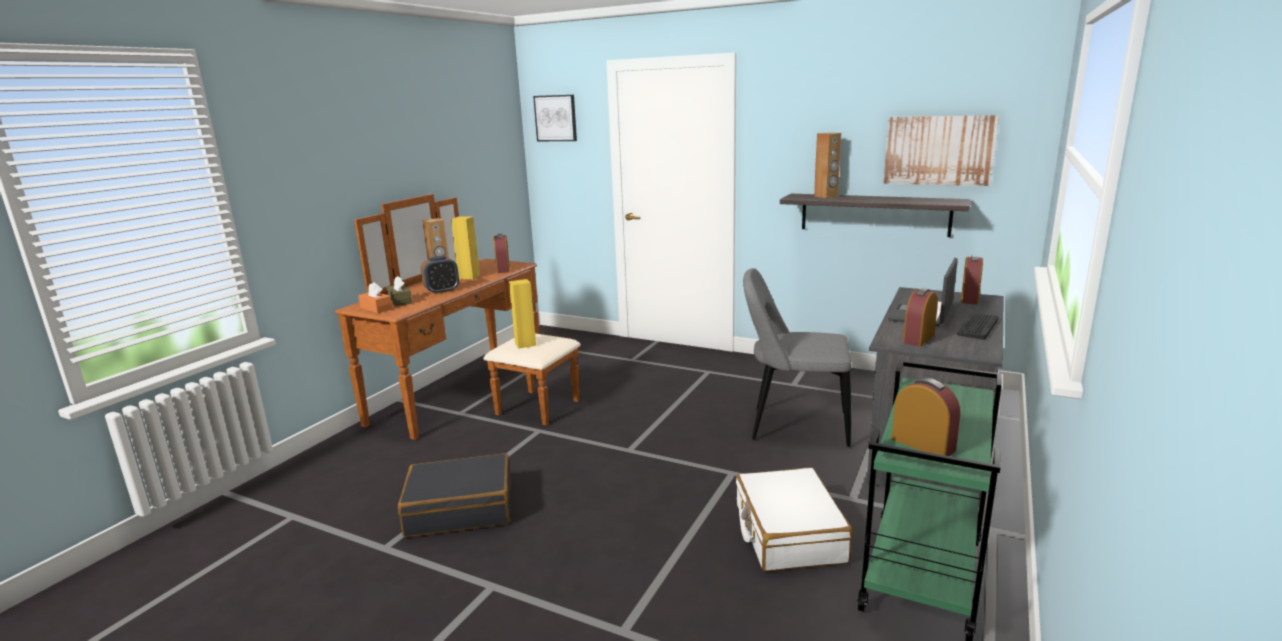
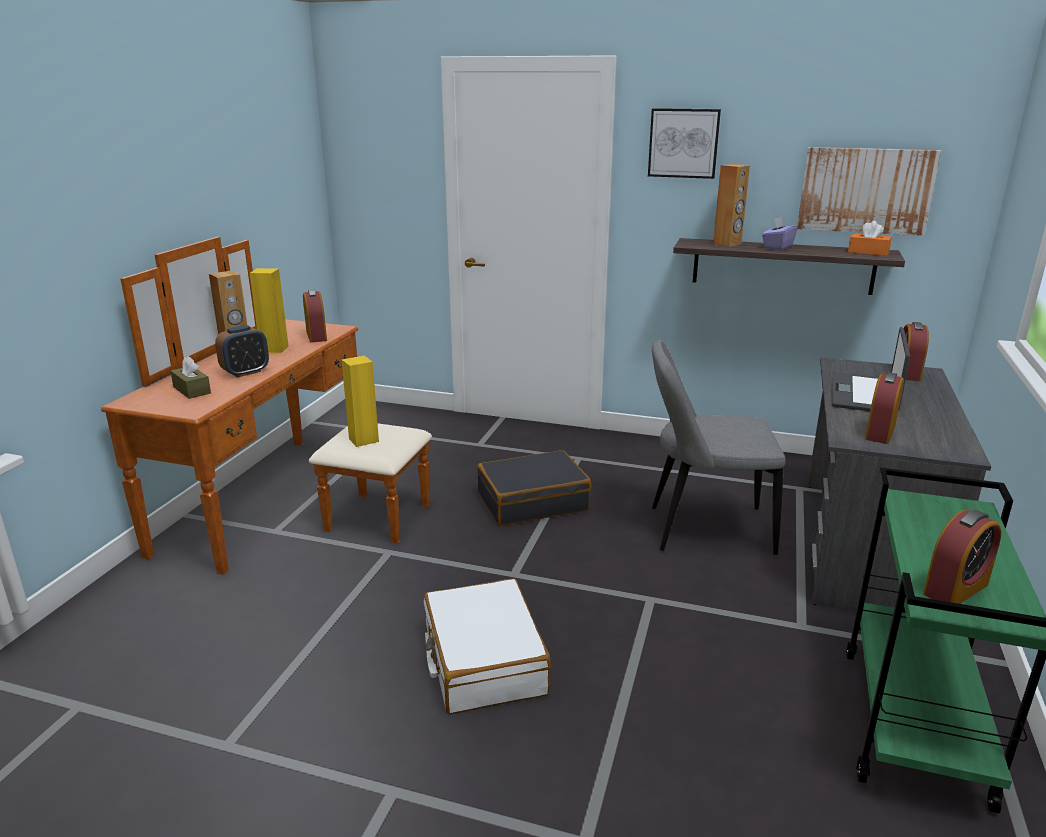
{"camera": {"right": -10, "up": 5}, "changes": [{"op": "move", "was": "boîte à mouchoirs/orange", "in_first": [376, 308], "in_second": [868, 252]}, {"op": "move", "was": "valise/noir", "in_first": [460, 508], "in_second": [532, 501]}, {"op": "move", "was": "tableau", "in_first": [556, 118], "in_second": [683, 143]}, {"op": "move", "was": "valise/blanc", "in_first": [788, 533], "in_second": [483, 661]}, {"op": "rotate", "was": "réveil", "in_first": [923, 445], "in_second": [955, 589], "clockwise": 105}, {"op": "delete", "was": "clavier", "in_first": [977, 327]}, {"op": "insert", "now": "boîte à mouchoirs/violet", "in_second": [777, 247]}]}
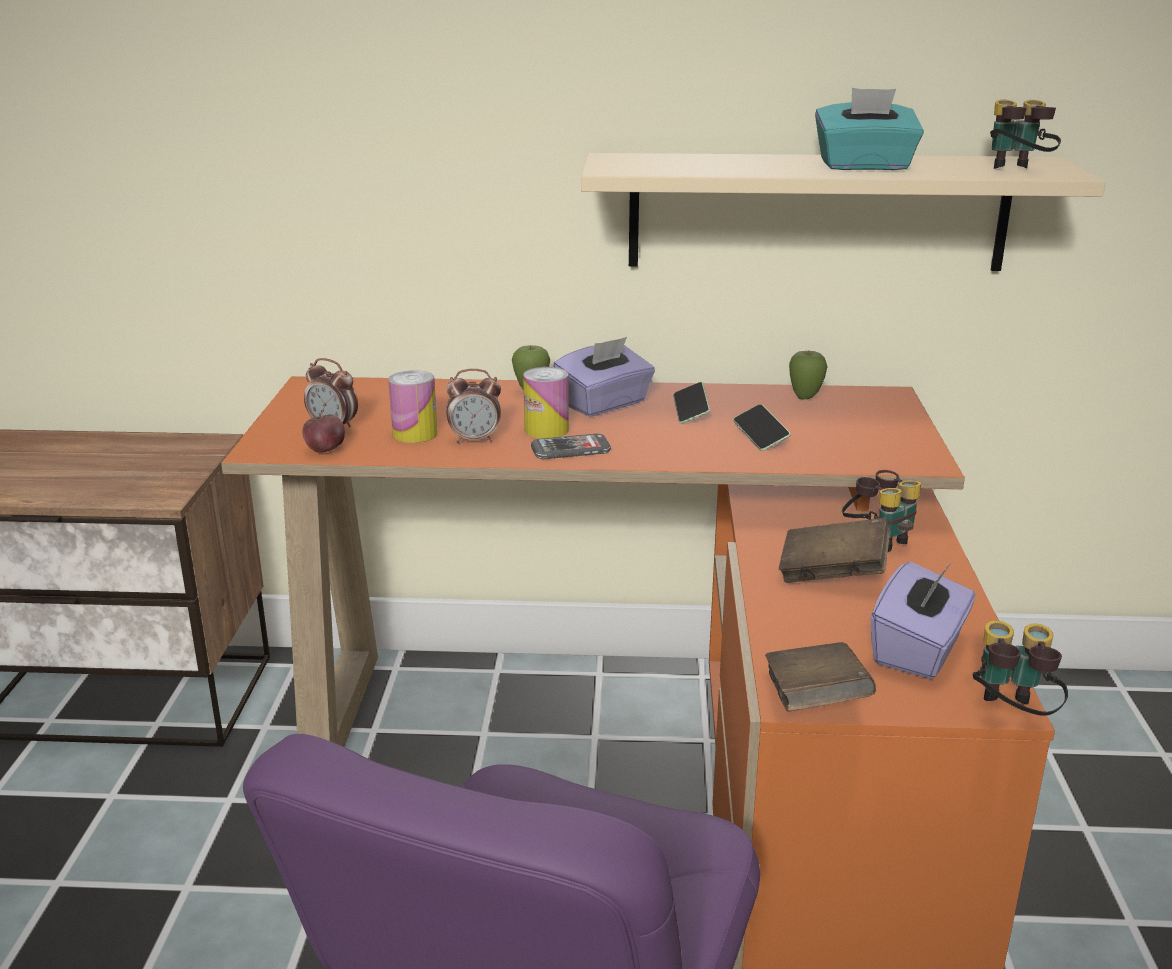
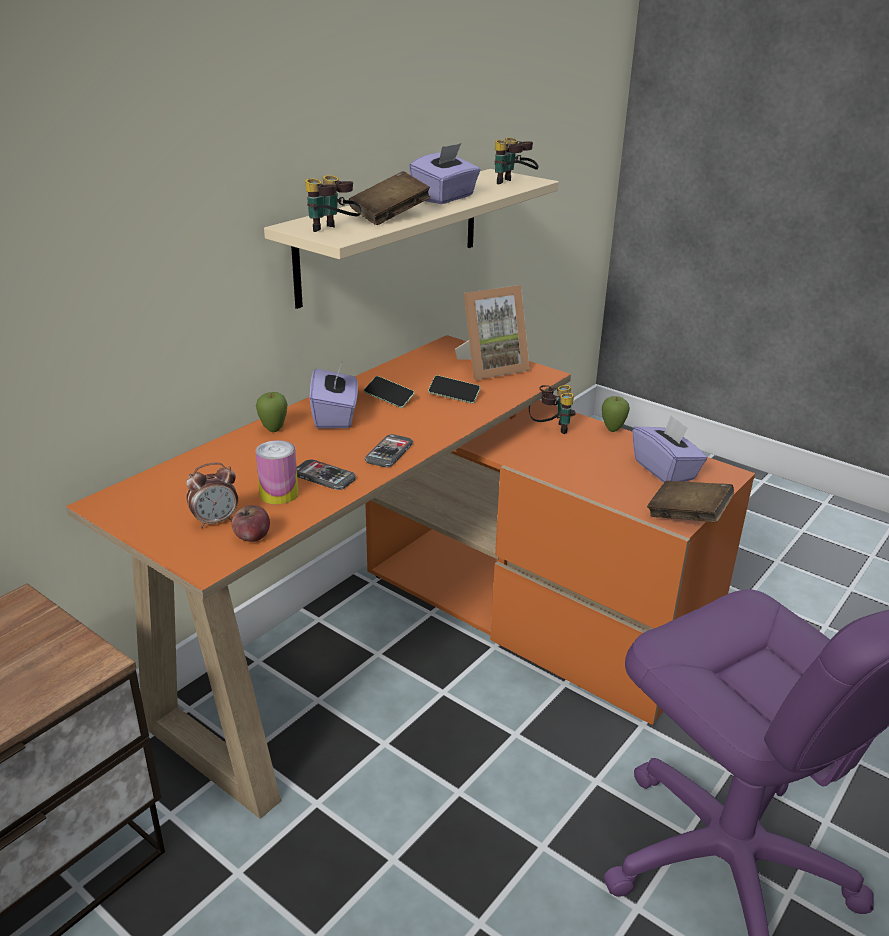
{"camera": {"right": -55, "up": 5}, "changes": [{"op": "replace", "was": "réveil", "now": "téléphone", "in_first": [475, 440], "in_second": [324, 477]}, {"op": "delete", "was": "boîte métallique", "in_first": [546, 430]}, {"op": "move", "was": "livre/marron", "in_first": [832, 574], "in_second": [390, 216]}, {"op": "move", "was": "pomme", "in_first": [805, 398], "in_second": [612, 430]}, {"op": "recolor", "was": "boîte à mouchoirs/turquoise", "now": "boîte à mouchoirs/violet", "in_first": [864, 166], "in_second": [445, 198]}, {"op": "move", "was": "jumelles", "in_first": [1009, 715], "in_second": [333, 232]}, {"op": "insert", "now": "cadre photo", "in_second": [491, 367]}]}
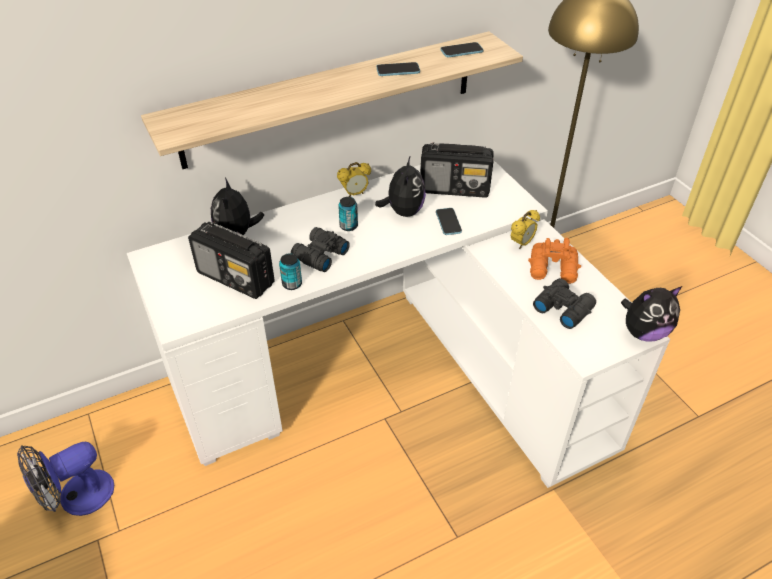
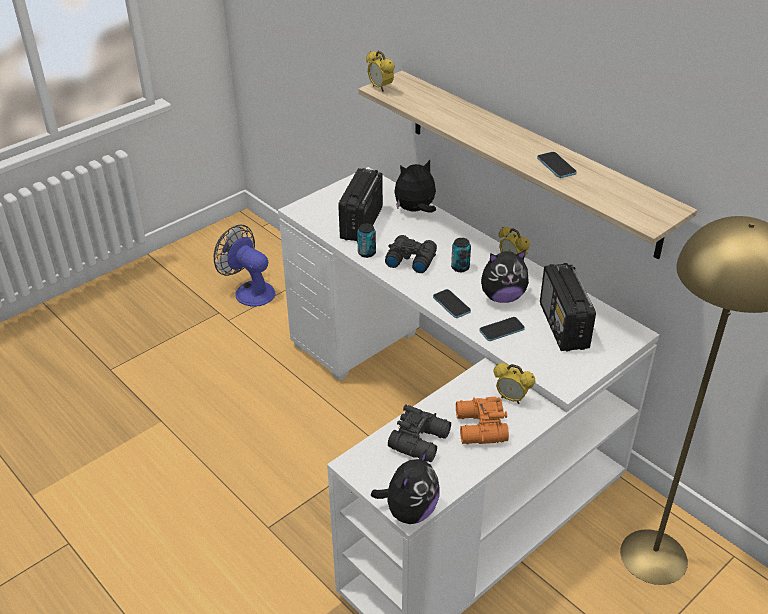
{"camera": {"right": 75, "up": -5}, "changes": [{"op": "move", "was": "téléphone", "in_first": [461, 51], "in_second": [451, 304]}, {"op": "rotate", "was": "peluche", "in_first": [643, 332], "in_second": [409, 511], "clockwise": -120}, {"op": "insert", "now": "réveil", "in_second": [380, 88]}]}
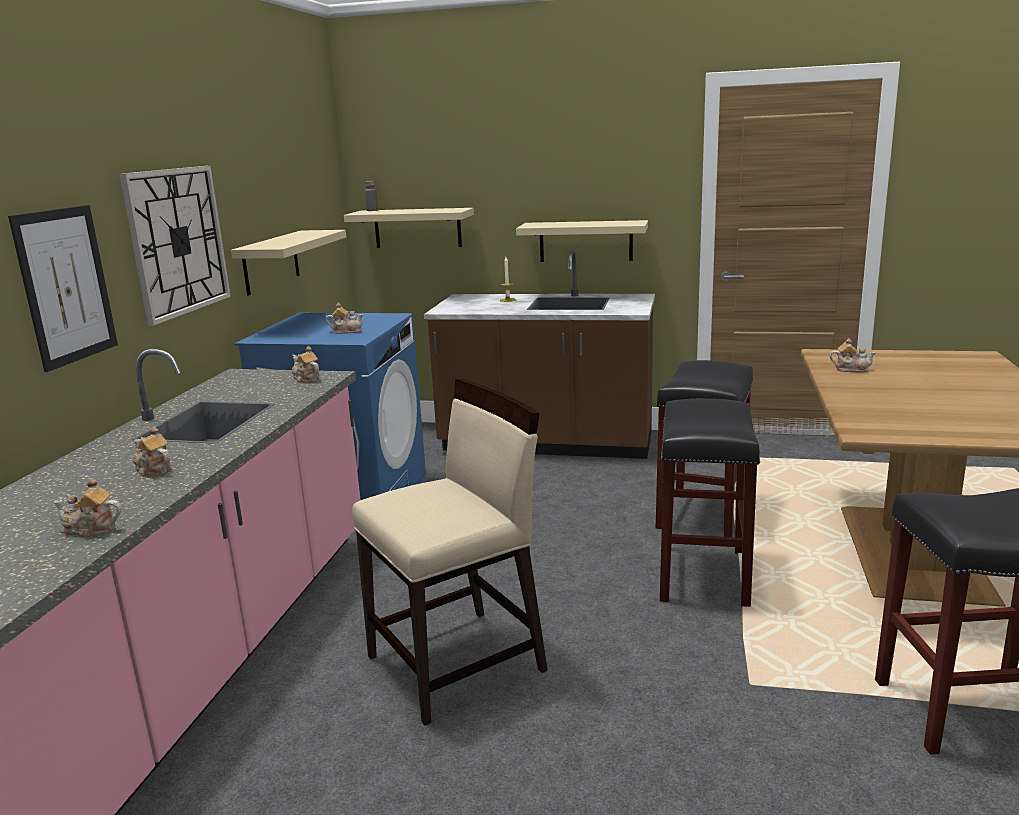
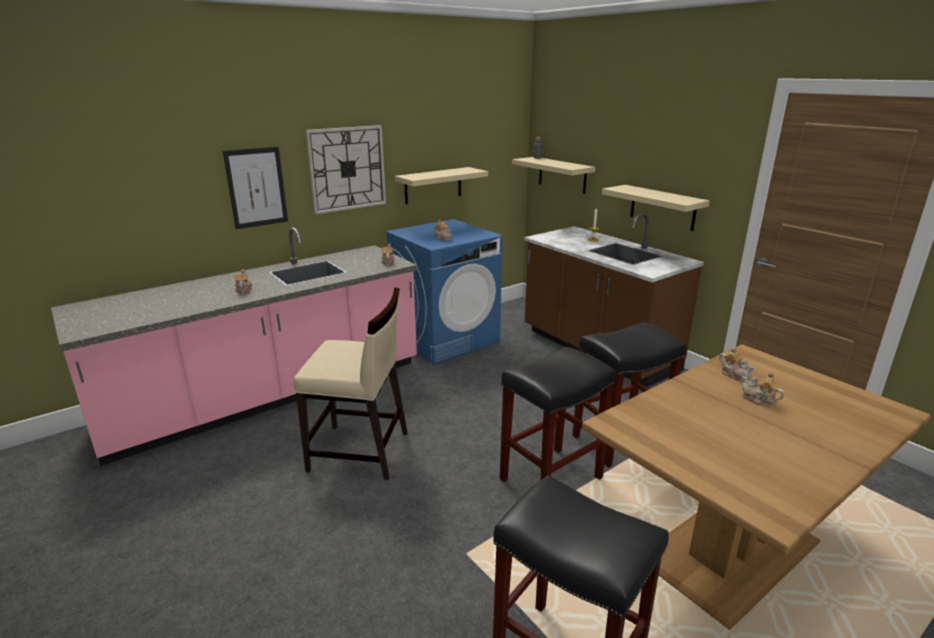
{"camera": {"right": 40, "up": 5}, "changes": [{"op": "move", "was": "théière", "in_first": [91, 529], "in_second": [758, 399]}]}
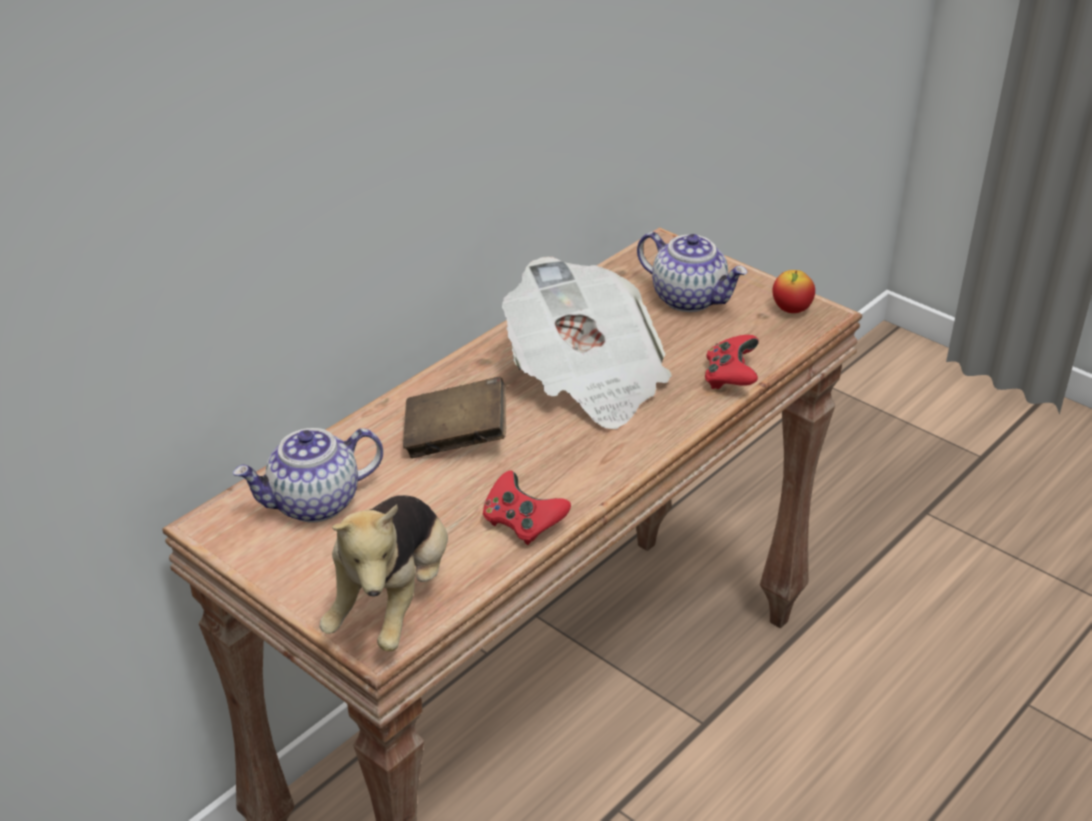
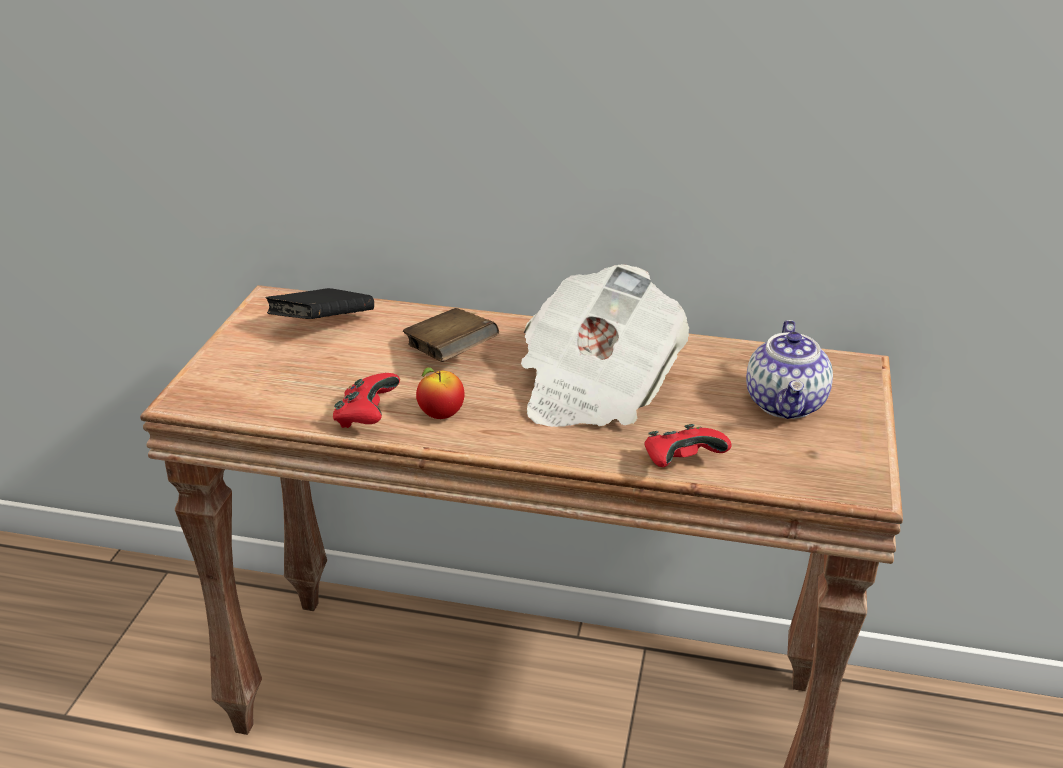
{"camera": {"right": 60, "up": -5}, "changes": [{"op": "replace", "was": "théière", "now": "livre/noir", "in_first": [314, 503], "in_second": [322, 326]}, {"op": "delete", "was": "peluche", "in_first": [392, 601]}, {"op": "move", "was": "pomme", "in_first": [791, 310], "in_second": [441, 415]}]}
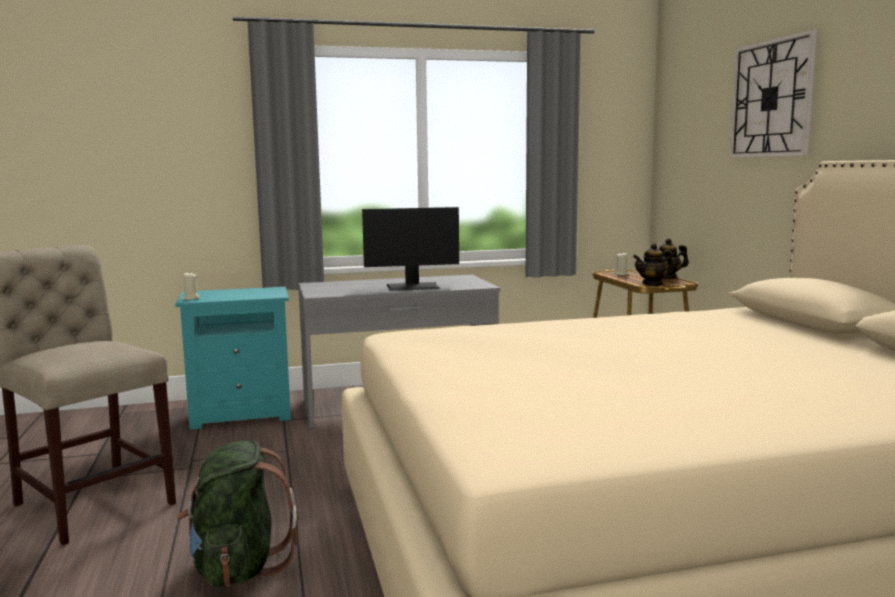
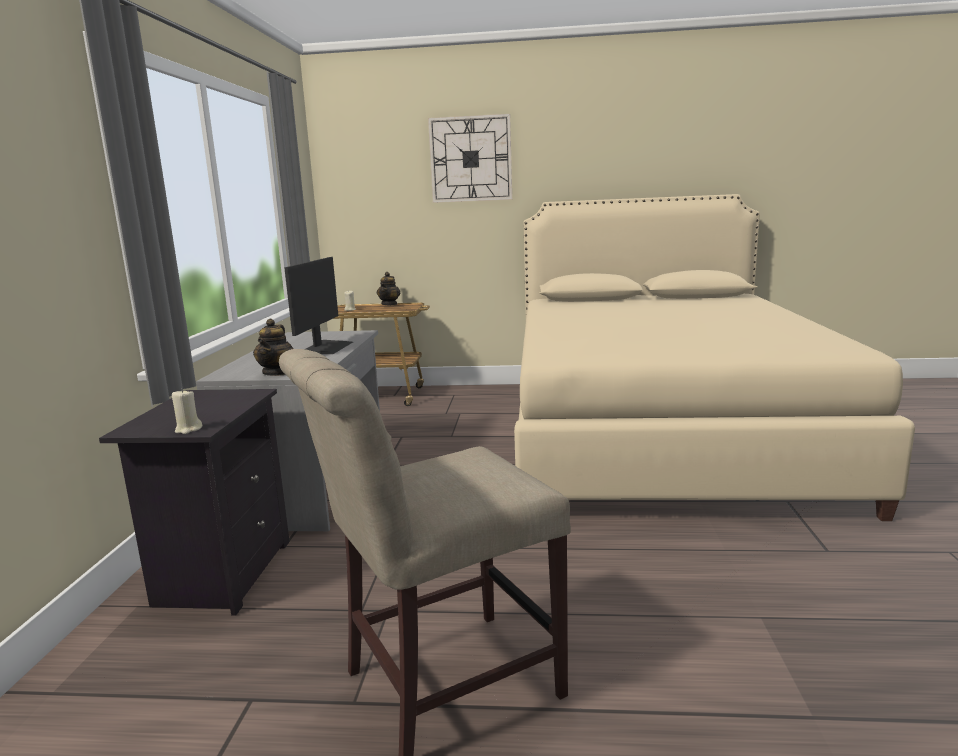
{"camera": {"right": -70, "up": 5}, "changes": [{"op": "recolor", "was": "table de chevet/turquoise", "now": "table de chevet/noir", "in_first": [242, 414], "in_second": [222, 573]}, {"op": "delete", "was": "sac à dos/vert", "in_first": [238, 567]}, {"op": "move", "was": "théière", "in_first": [652, 284], "in_second": [277, 372]}]}
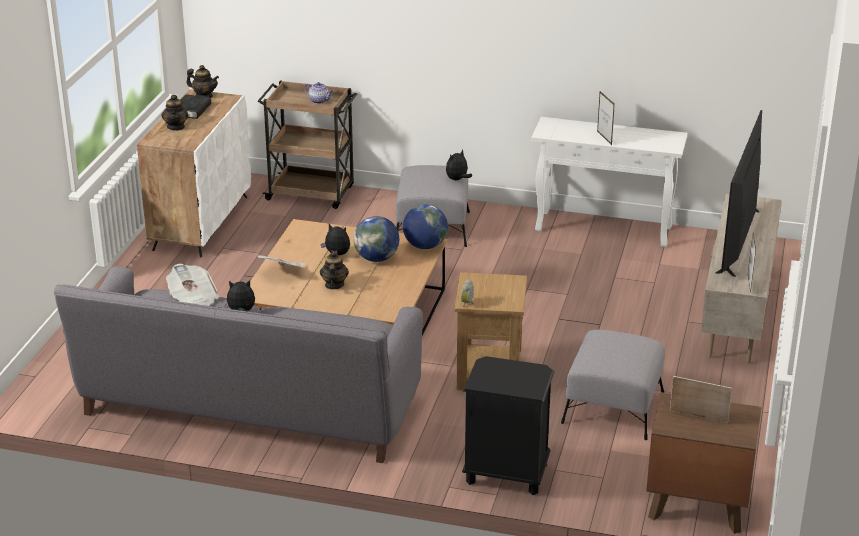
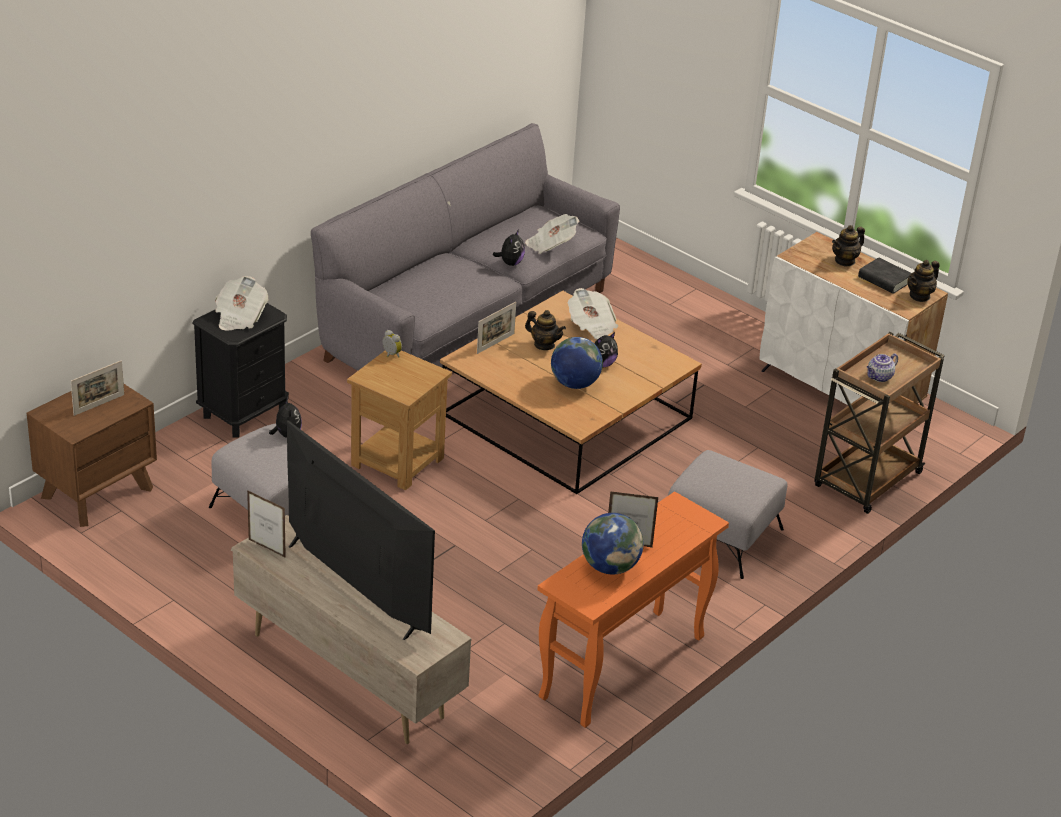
{"camera": {"right": 115, "up": 5}, "changes": [{"op": "rotate", "was": "théière", "in_first": [176, 127], "in_second": [845, 261], "clockwise": -60}, {"op": "move", "was": "globe", "in_first": [425, 246], "in_second": [610, 567]}, {"op": "move", "was": "peluche", "in_first": [457, 179], "in_second": [286, 435]}, {"op": "recolor", "was": "table console/blanc", "now": "table console/orange", "in_first": [604, 229], "in_second": [622, 668]}, {"op": "insert", "now": "journal", "in_second": [239, 317]}, {"op": "insert", "now": "cadre photo", "in_second": [495, 343]}]}
